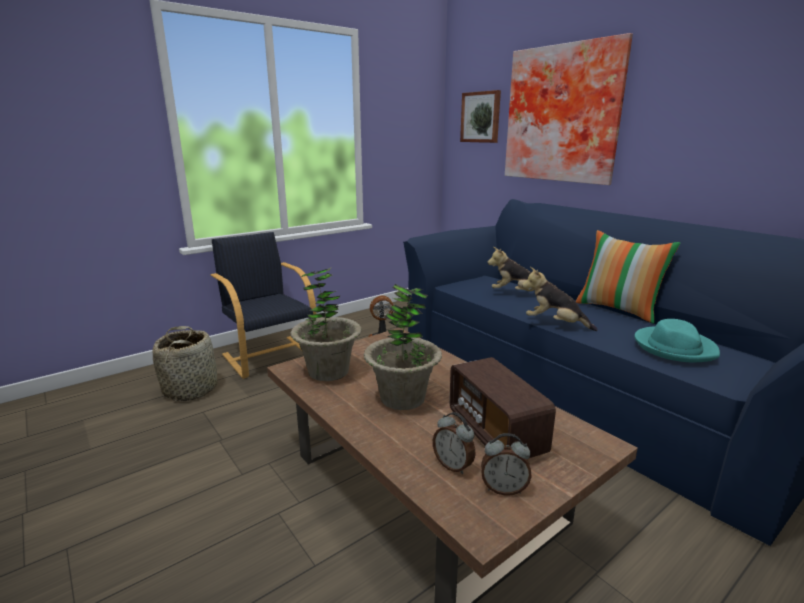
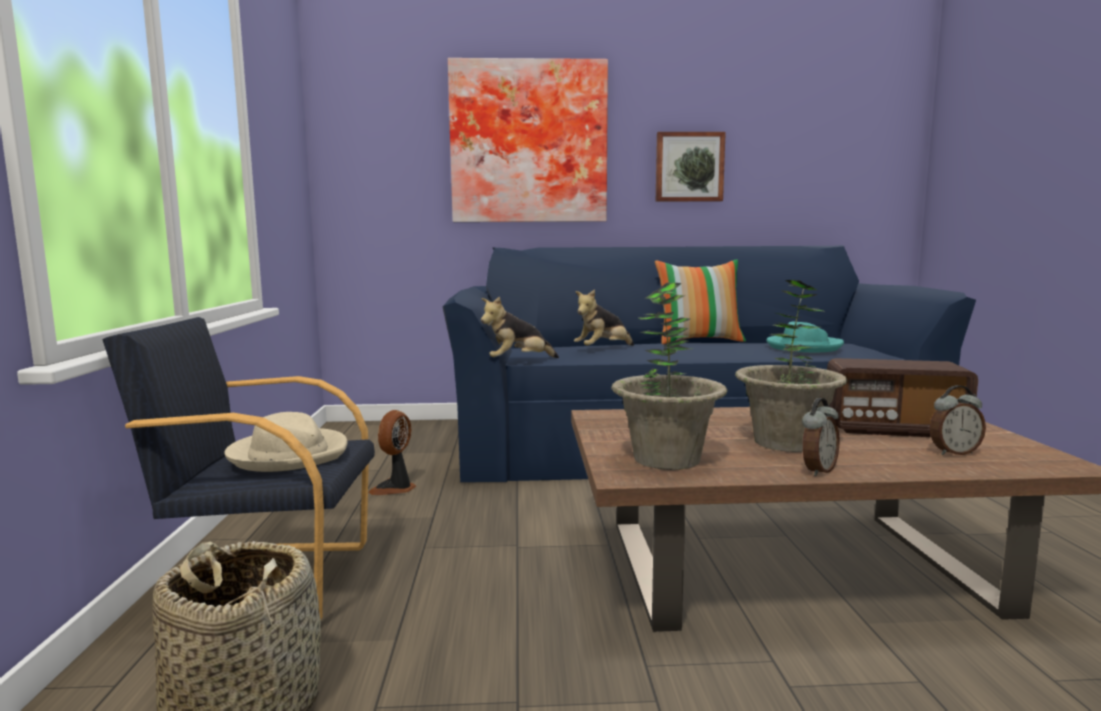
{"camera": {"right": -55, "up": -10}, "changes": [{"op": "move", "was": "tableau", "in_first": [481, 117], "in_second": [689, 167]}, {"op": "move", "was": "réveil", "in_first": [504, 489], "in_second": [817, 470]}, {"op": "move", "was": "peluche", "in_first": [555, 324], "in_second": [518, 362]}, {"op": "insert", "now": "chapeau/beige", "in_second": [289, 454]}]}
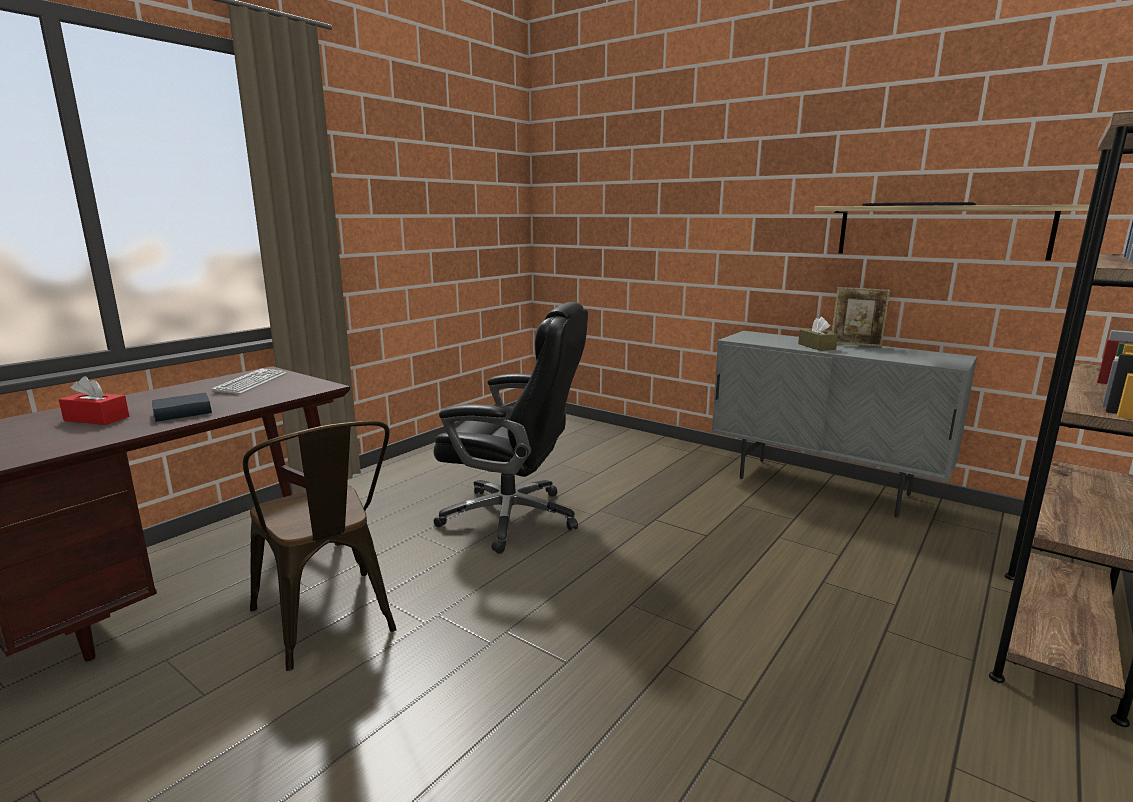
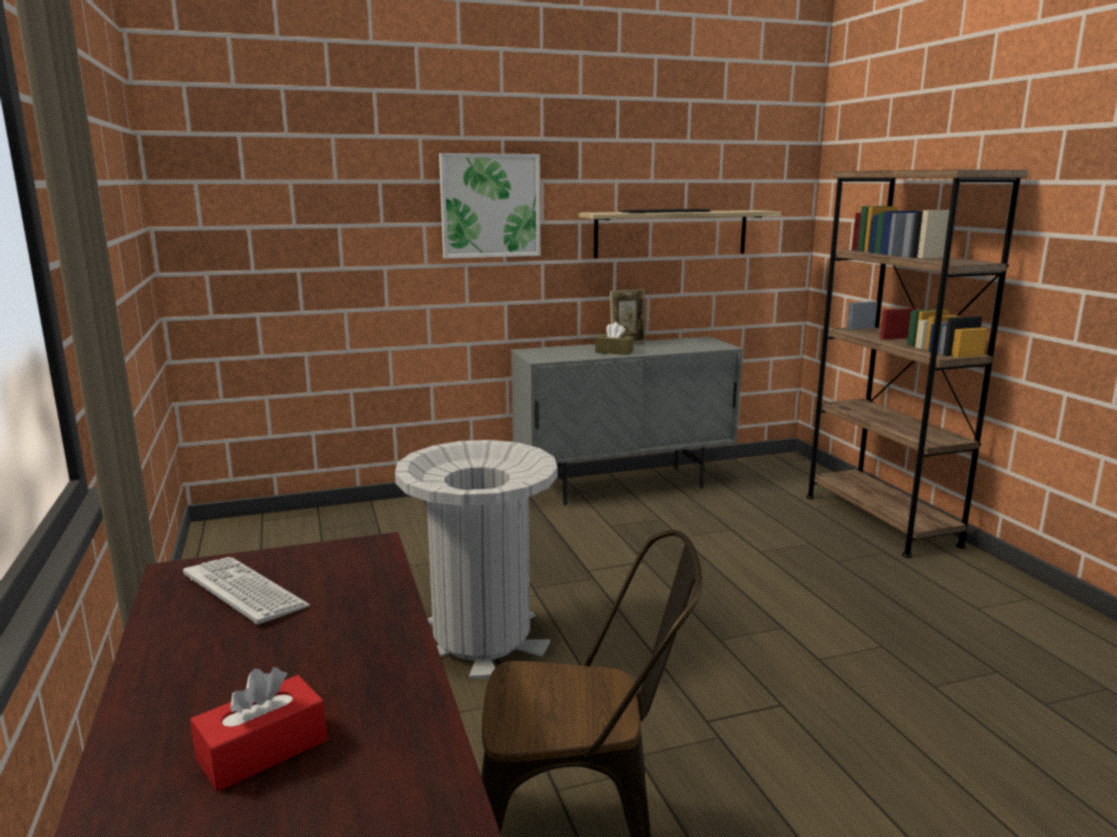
{"camera": {"right": -55, "up": 0}, "changes": [{"op": "delete", "was": "livre", "in_first": [183, 413]}, {"op": "replace", "was": "chaise de bureau/noir", "now": "poubelle/gris", "in_first": [513, 518], "in_second": [482, 640]}, {"op": "insert", "now": "tableau", "in_second": [490, 206]}]}
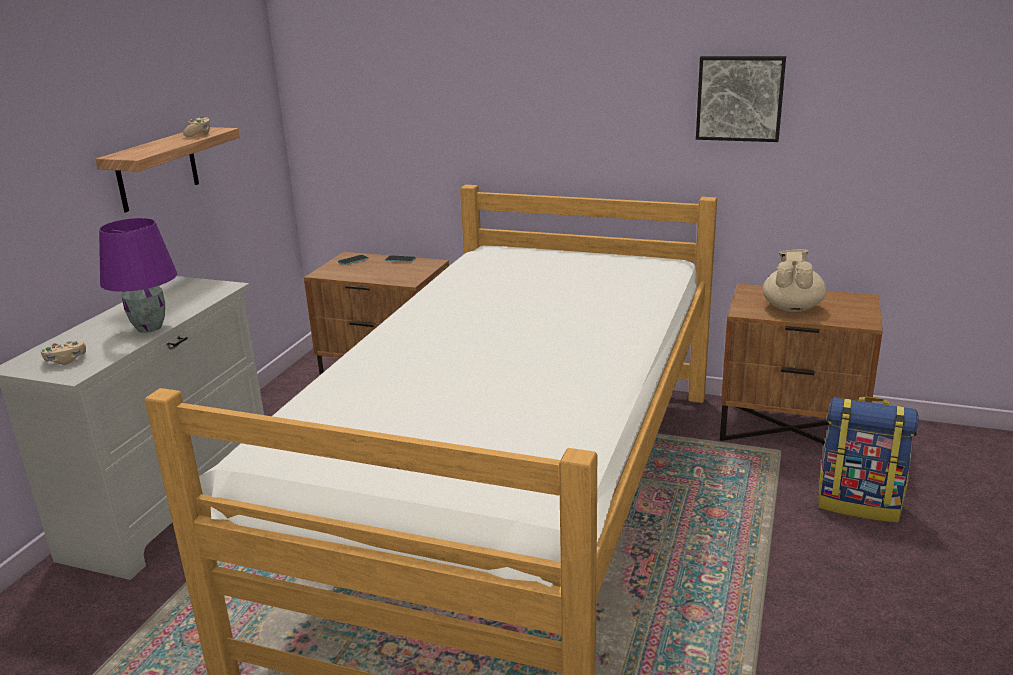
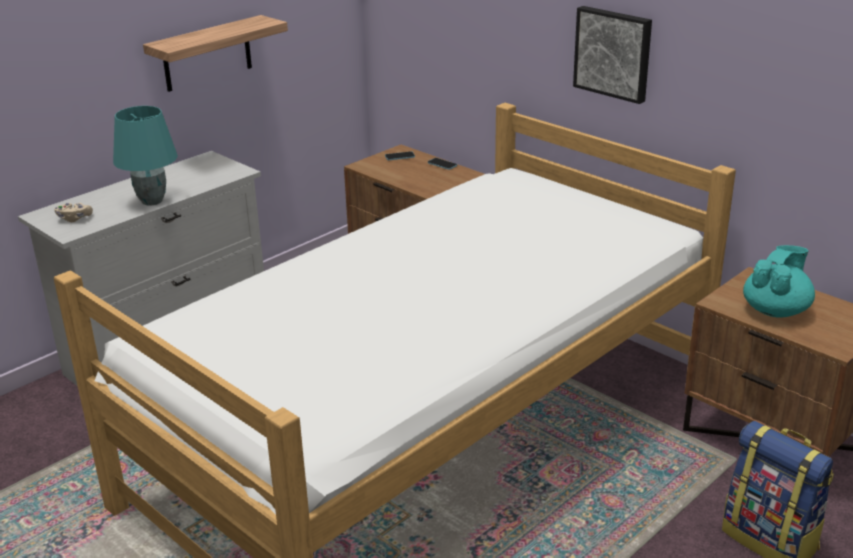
{"camera": {"right": 25, "up": 5}, "changes": [{"op": "recolor", "was": "lampe de table/violet", "now": "lampe de table/turquoise", "in_first": [150, 328], "in_second": [152, 201]}, {"op": "delete", "was": "manette/beige", "in_first": [198, 134]}, {"op": "move", "was": "tableau", "in_first": [740, 98], "in_second": [613, 53]}, {"op": "recolor", "was": "théière/beige", "now": "théière/turquoise", "in_first": [792, 307], "in_second": [776, 310]}]}
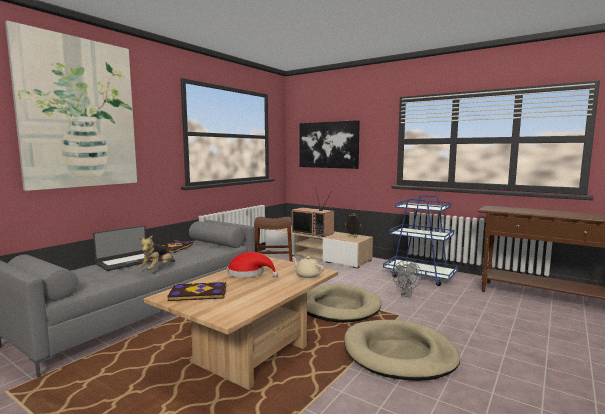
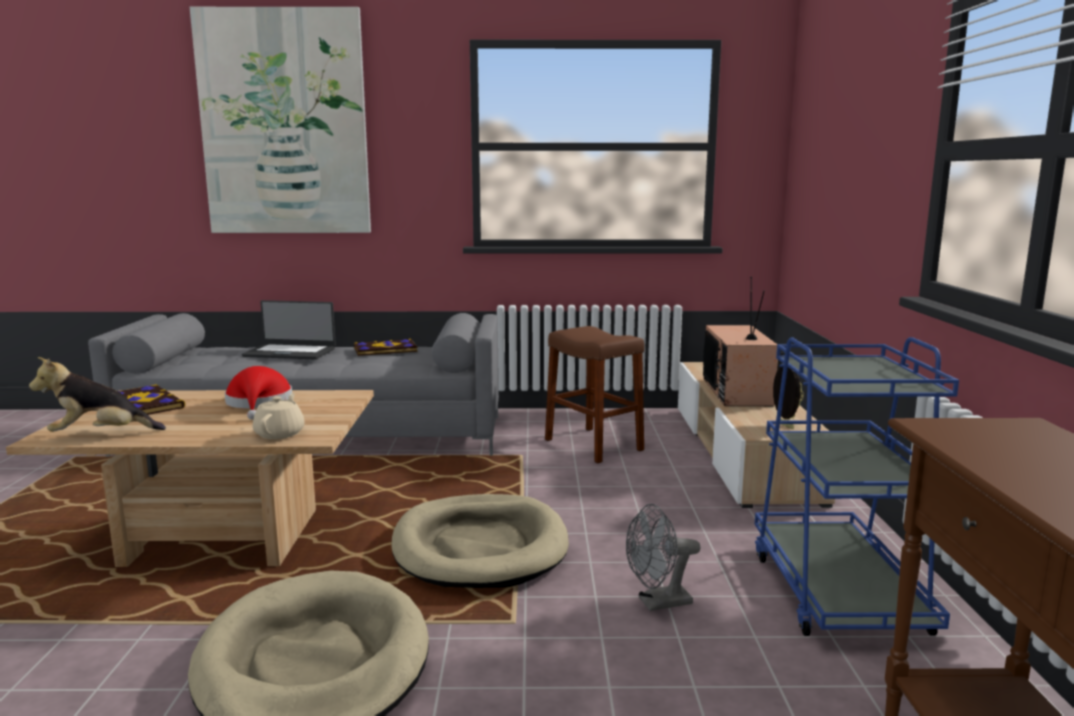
{"camera": {"right": 55, "up": 5}, "changes": [{"op": "move", "was": "peluche", "in_first": [158, 269], "in_second": [100, 435]}, {"op": "delete", "was": "tableau", "in_first": [328, 145]}]}
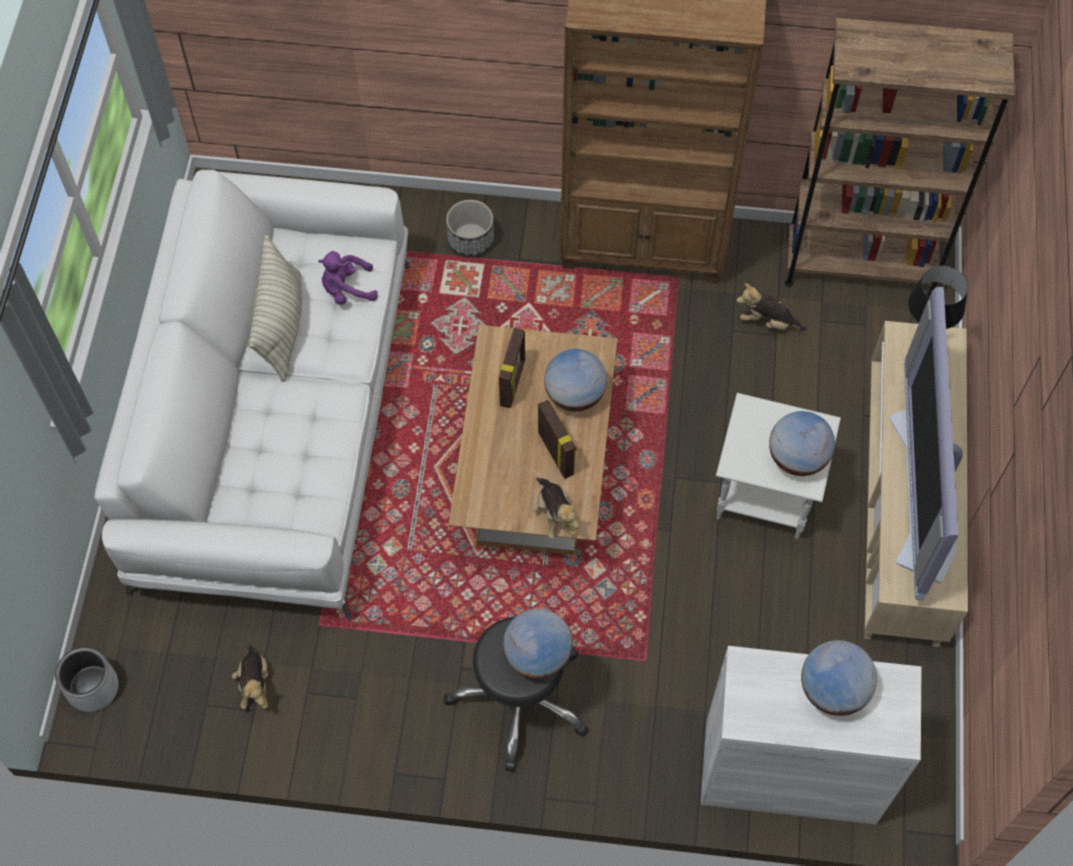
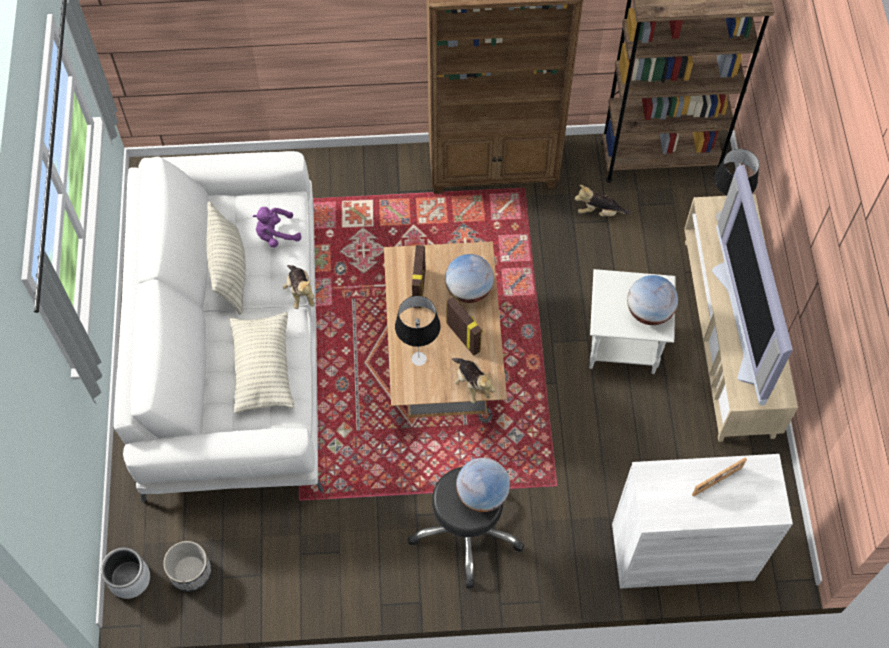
{"camera": {"right": -10, "up": 0}, "changes": [{"op": "move", "was": "peluche", "in_first": [255, 684], "in_second": [300, 292]}, {"op": "move", "was": "cache-pot", "in_first": [470, 241], "in_second": [190, 572]}, {"op": "replace", "was": "globe", "now": "cadre photo", "in_first": [833, 690], "in_second": [717, 482]}, {"op": "insert", "now": "coussin", "in_second": [263, 368]}, {"op": "insert", "now": "lampe de table", "in_second": [418, 359]}]}
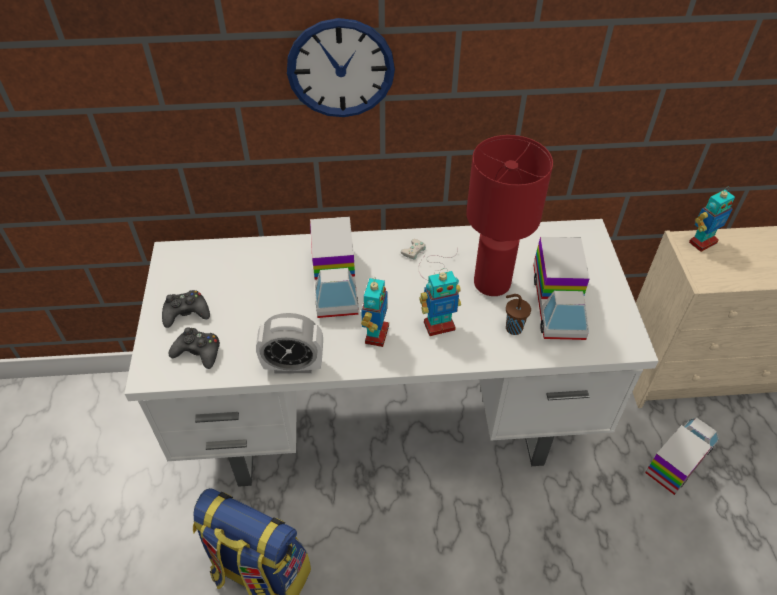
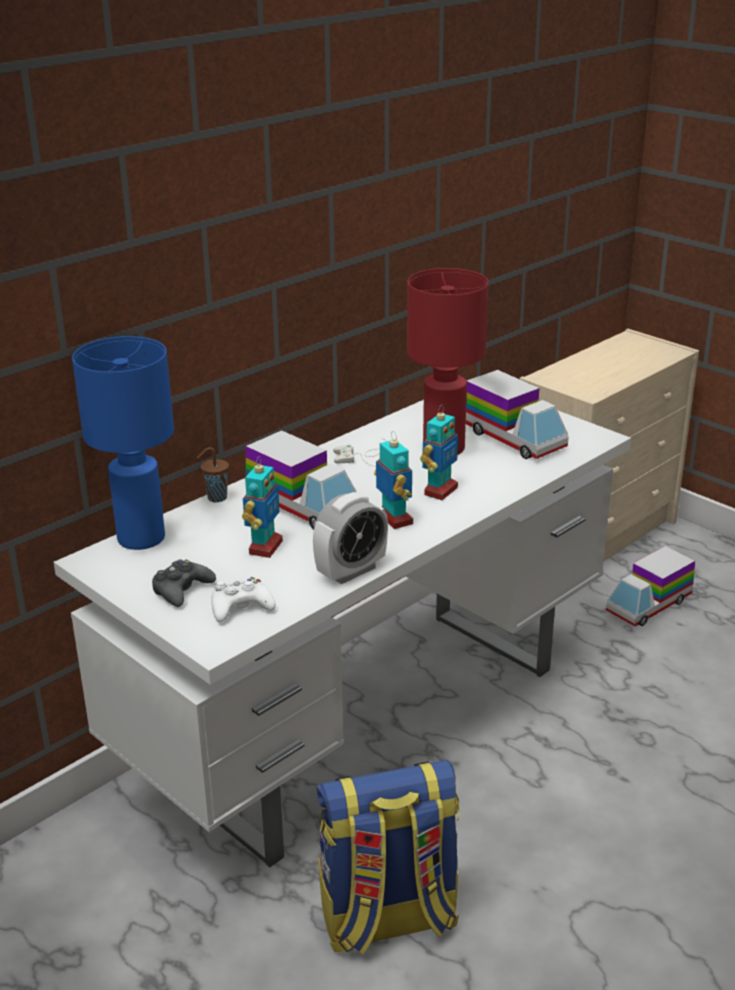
{"camera": {"right": -40, "up": -20}, "changes": [{"op": "recolor", "was": "manette/noir", "now": "manette/blanc", "in_first": [198, 352], "in_second": [241, 607]}, {"op": "delete", "was": "horloge murale", "in_first": [340, 69]}, {"op": "move", "was": "tasse/marron", "in_first": [512, 328], "in_second": [215, 498]}, {"op": "rotate", "was": "camion jouet", "in_first": [679, 460], "in_second": [648, 605], "clockwise": -135}, {"op": "move", "was": "robot jouet", "in_first": [702, 242], "in_second": [264, 547]}, {"op": "insert", "now": "lampe de table/bleu", "in_second": [140, 539]}]}
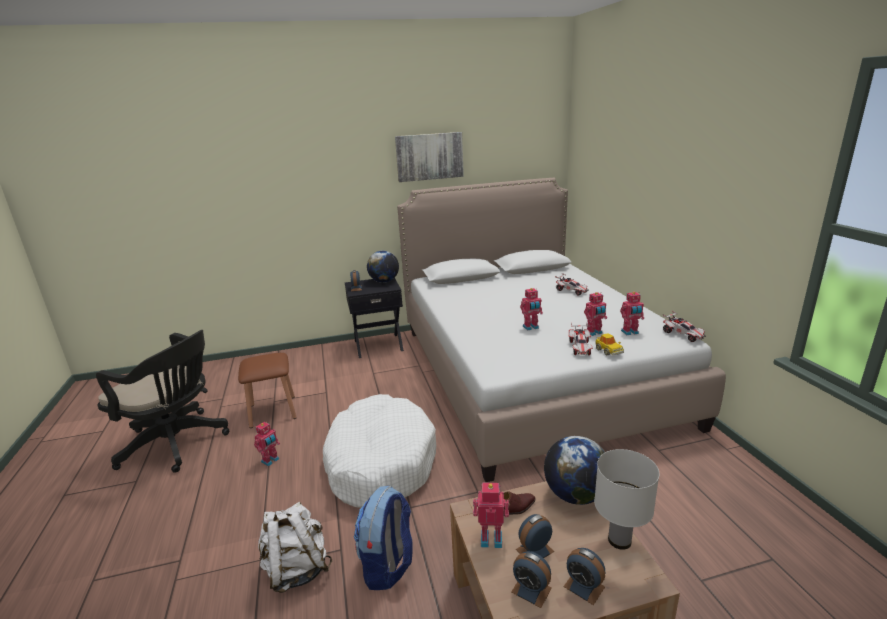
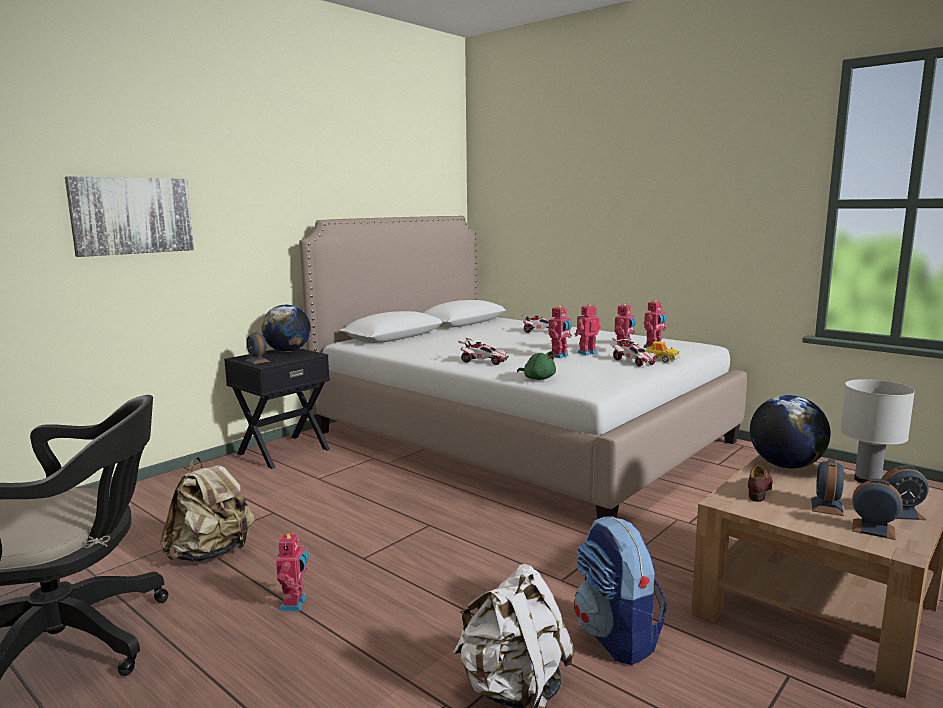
{"camera": {"right": -35, "up": -10}, "changes": [{"op": "replace", "was": "tabouret/marron", "now": "sac à dos/beige", "in_first": [273, 411], "in_second": [211, 554]}, {"op": "delete", "was": "panier pour chien/blanc", "in_first": [380, 462]}, {"op": "move", "was": "tableau", "in_first": [429, 156], "in_second": [132, 215]}, {"op": "move", "was": "robot jouet", "in_first": [491, 538], "in_second": [586, 352]}, {"op": "rotate", "was": "réveil", "in_first": [531, 590], "in_second": [873, 529], "clockwise": -150}, {"op": "move", "was": "petite voiture", "in_first": [683, 335], "in_second": [483, 361]}, {"op": "insert", "now": "peluche/vert", "in_second": [538, 378]}]}
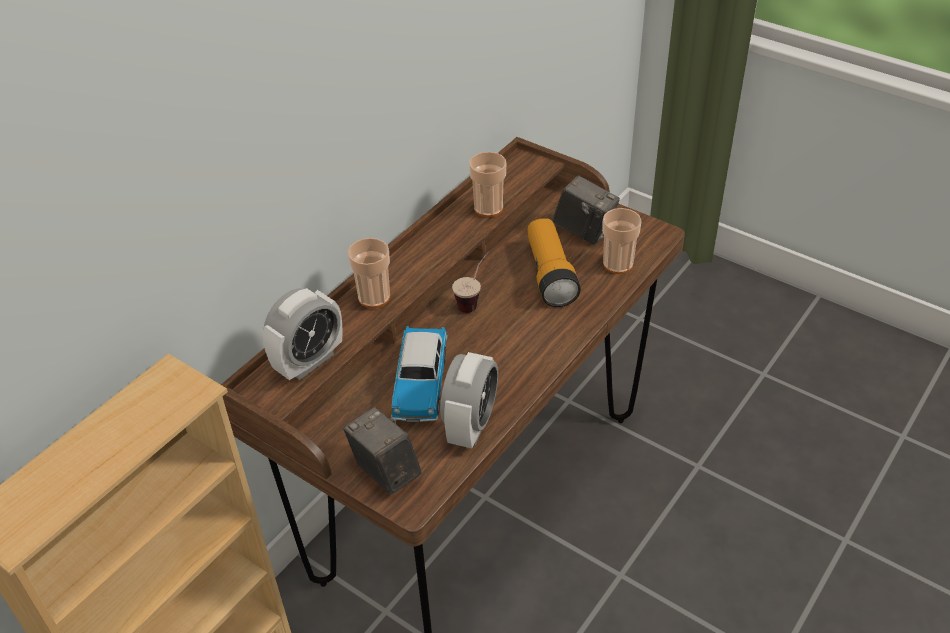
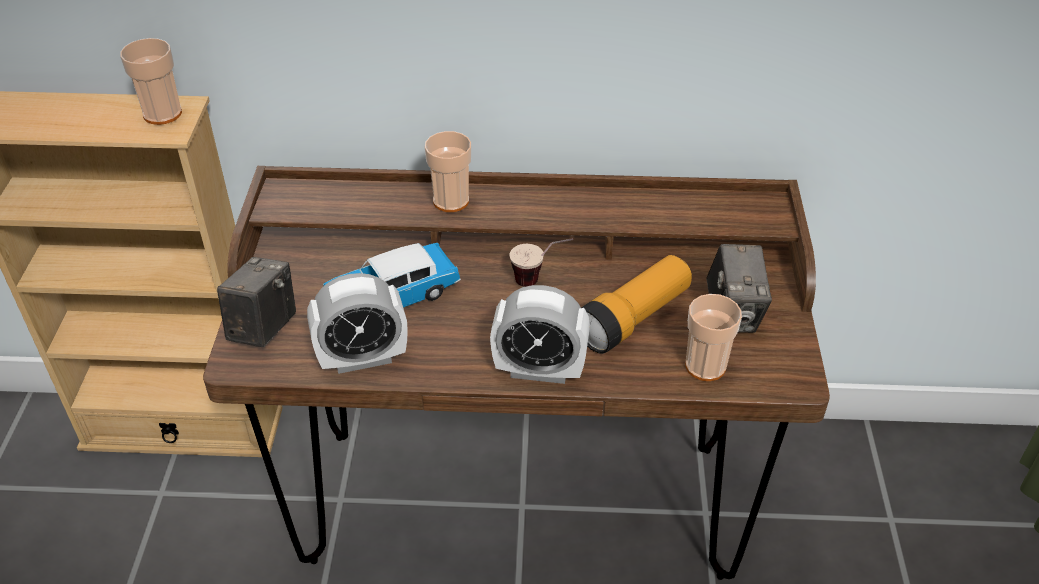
{"camera": {"right": 55, "up": 0}, "changes": [{"op": "move", "was": "réveil", "in_first": [309, 361], "in_second": [539, 370]}, {"op": "move", "was": "tasse", "in_first": [488, 208], "in_second": [162, 114]}]}
